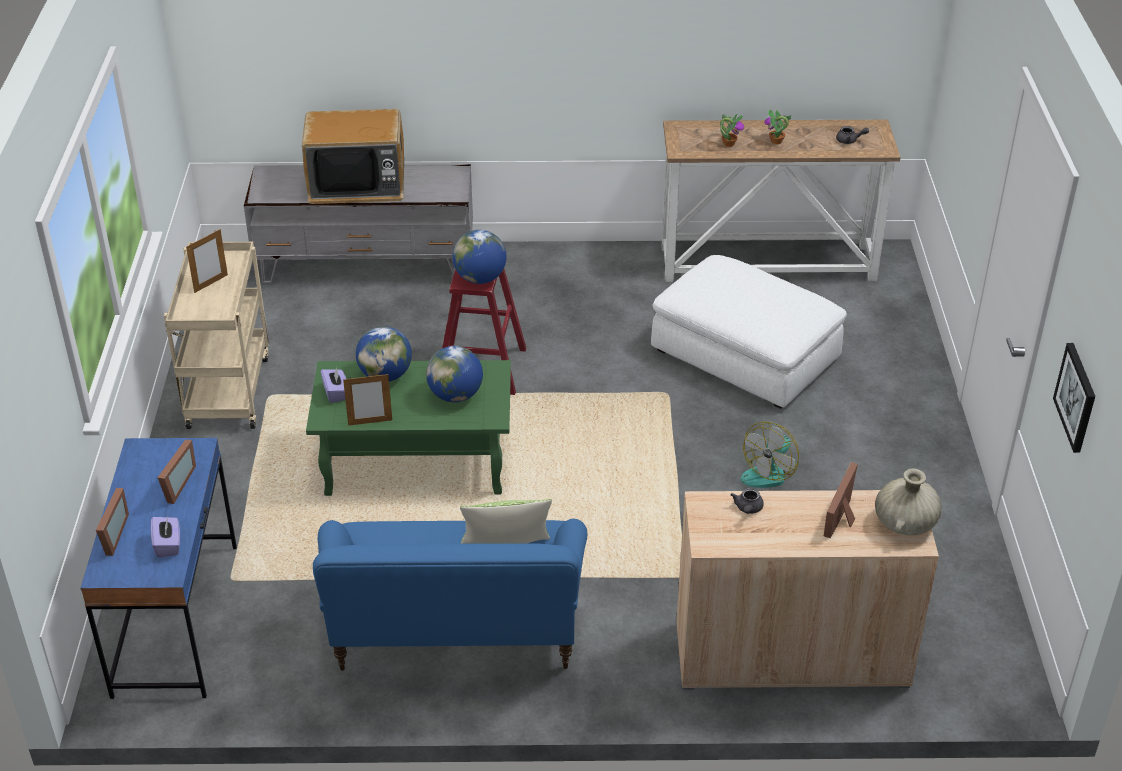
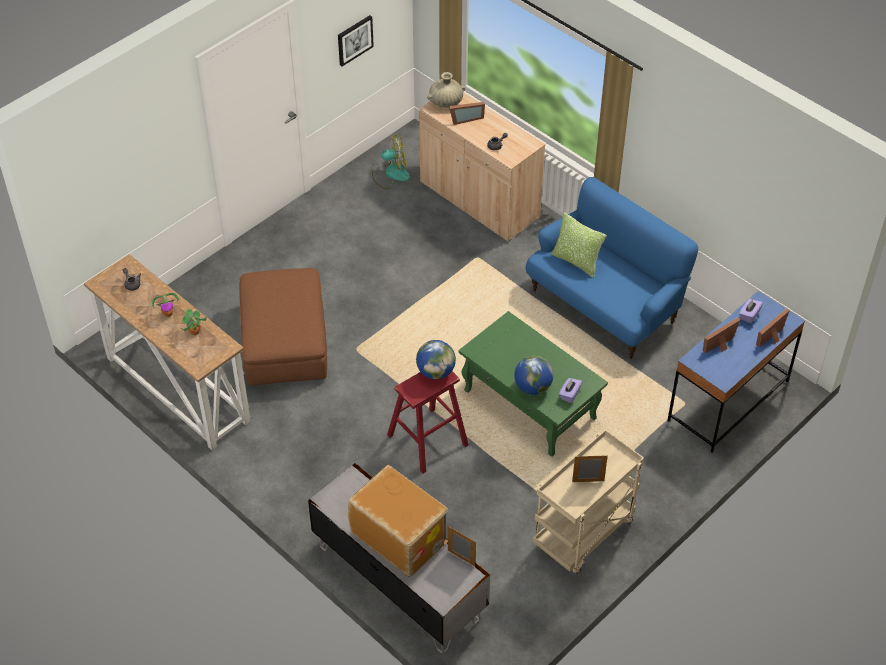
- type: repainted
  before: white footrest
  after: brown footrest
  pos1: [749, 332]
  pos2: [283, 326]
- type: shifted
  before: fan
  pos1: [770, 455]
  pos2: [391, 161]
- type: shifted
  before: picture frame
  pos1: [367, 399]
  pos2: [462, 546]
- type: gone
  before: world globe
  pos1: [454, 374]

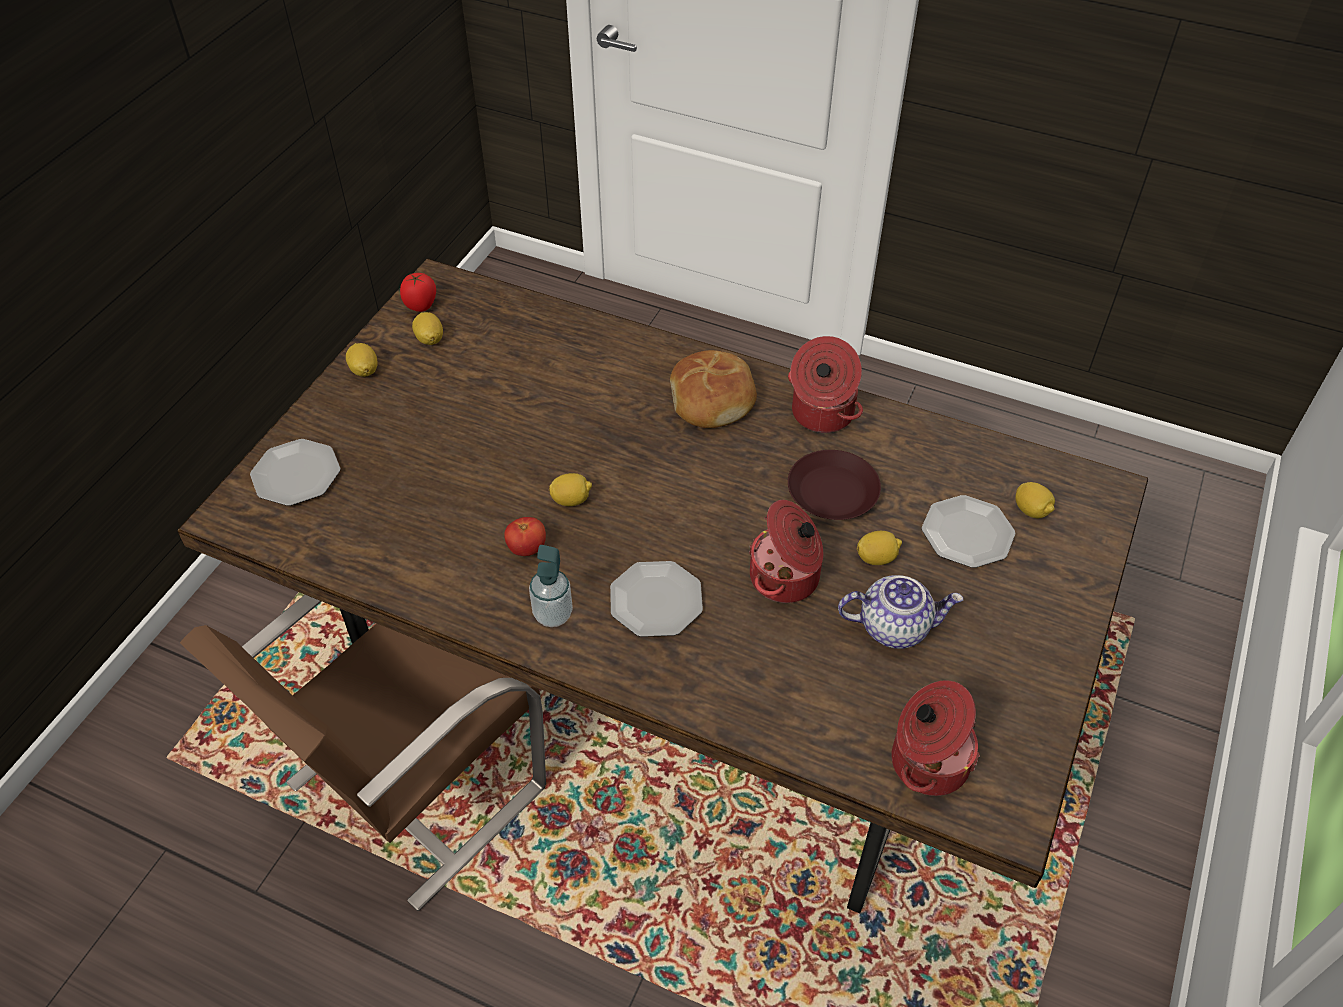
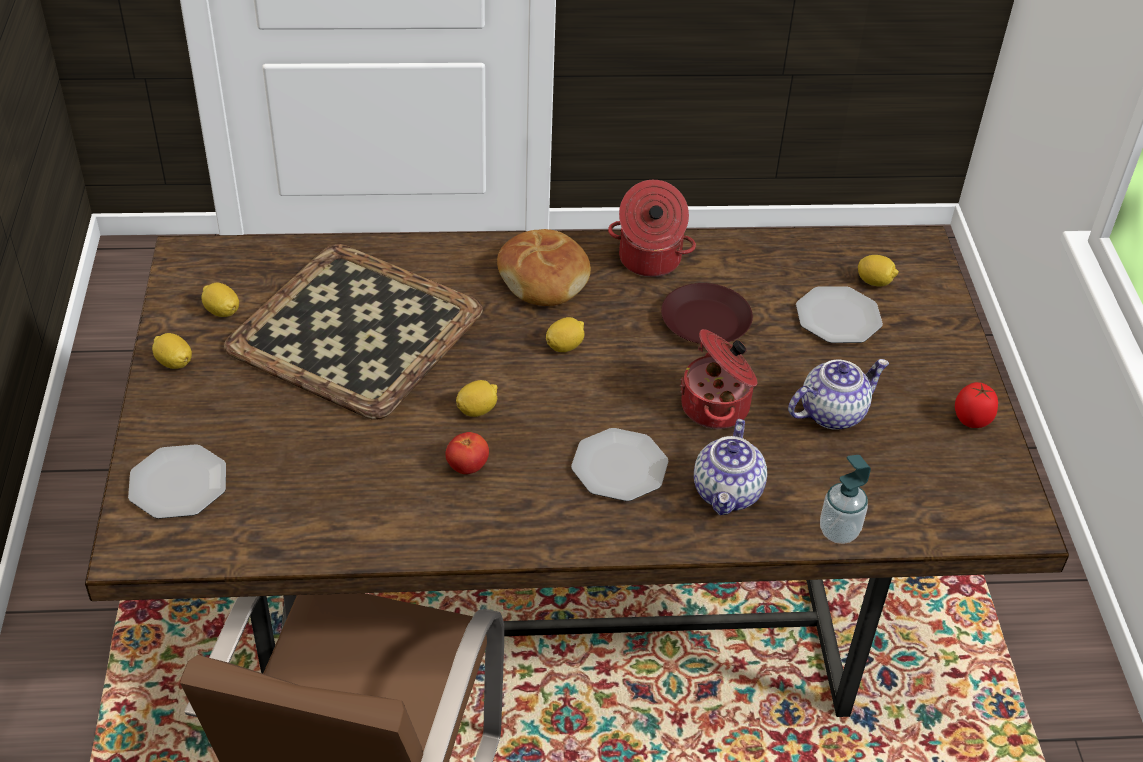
- type: new
  after: serving tray
  pos2: [353, 332]
- type: shifted
  before: whole lemon
  pos1: [879, 548]
  pos2: [565, 334]
- type: new
  after: pot for tea
  pos2: [730, 467]
- type: shifted
  before: soap dispenser
  pos1: [551, 586]
  pos2: [845, 499]
- type: shifted
  before: fresh tomato
  pos1: [418, 292]
  pos2: [976, 405]
- type: gone
  before: stockpot
  pos1: [936, 738]

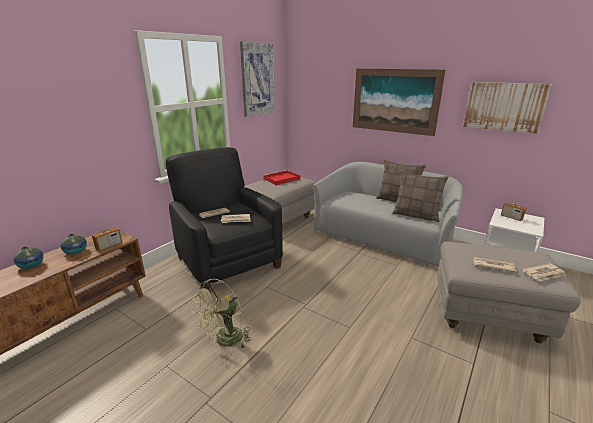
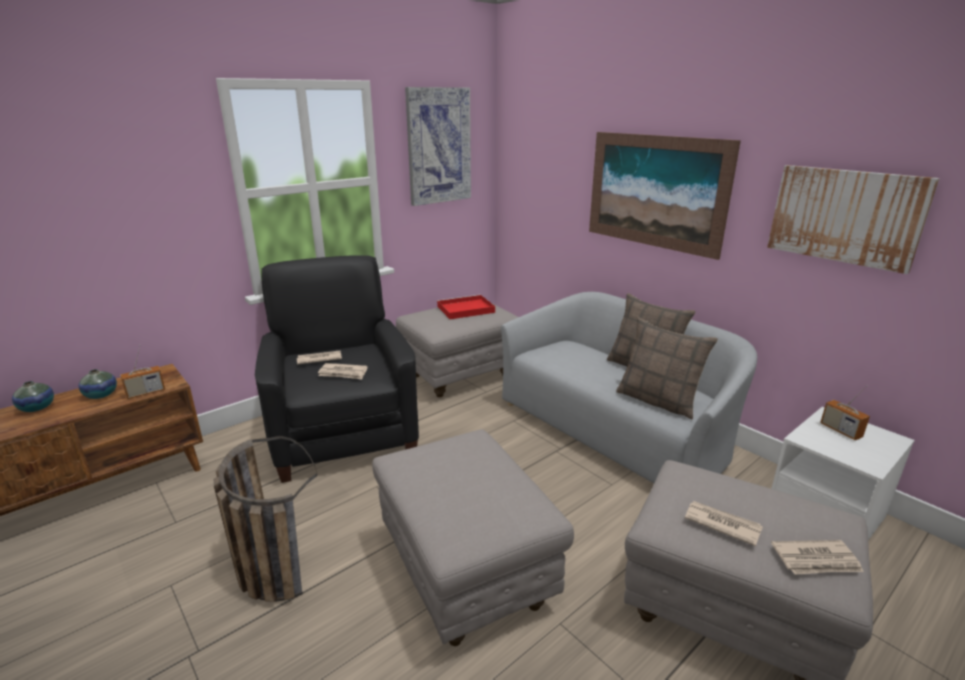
- type: swapped
  before: green fan
  after: household basket
  pos1: [221, 313]
  pos2: [266, 519]
- type: new
  after: grey footrest
  pos2: [473, 537]

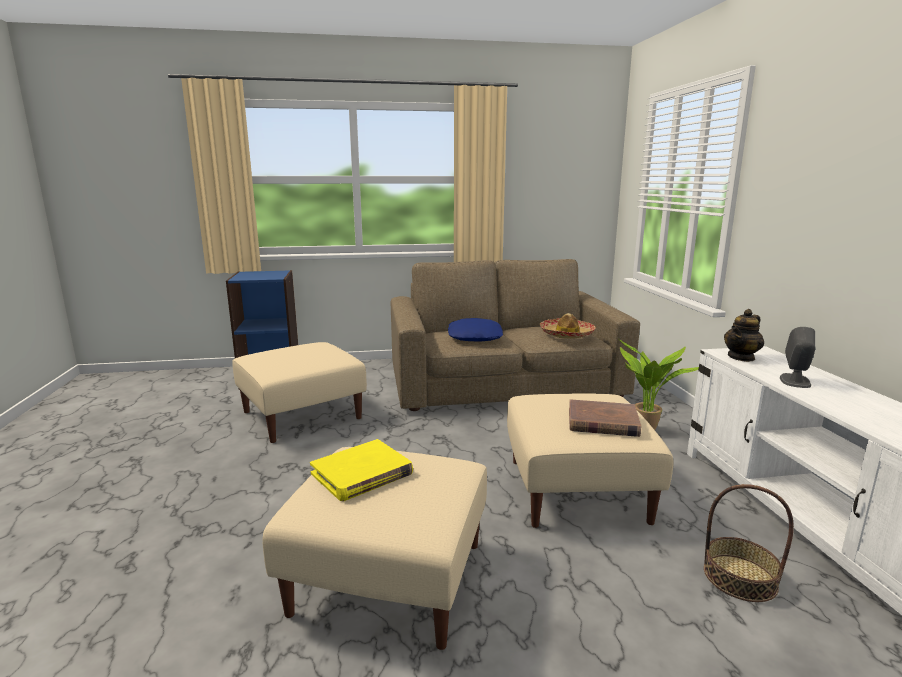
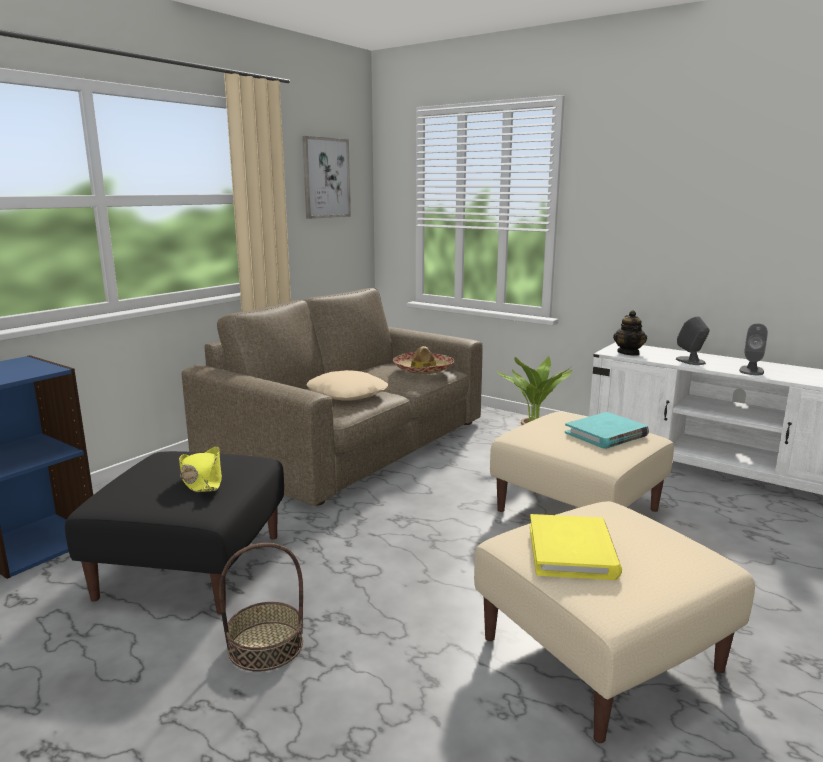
- type: repainted
  before: beige-coloured footrest
  after: blackish footrest
  pos1: [300, 392]
  pos2: [174, 533]
- type: new
  after: yellowish clothing hat
  pos2: [200, 469]
- type: shifted
  before: household basket
  pos1: [749, 543]
  pos2: [261, 607]
- type: new
  after: wall art
  pos2: [326, 177]
- type: repainted
  before: blue cushion
  after: beige-coloured cushion
  pos1: [475, 330]
  pos2: [347, 385]
- type: repainted
  before: brown bound book
  after: turquoise-coloured bound book
  pos1: [605, 418]
  pos2: [607, 430]
- type: new
  after: grey speaker
  pos2: [753, 349]

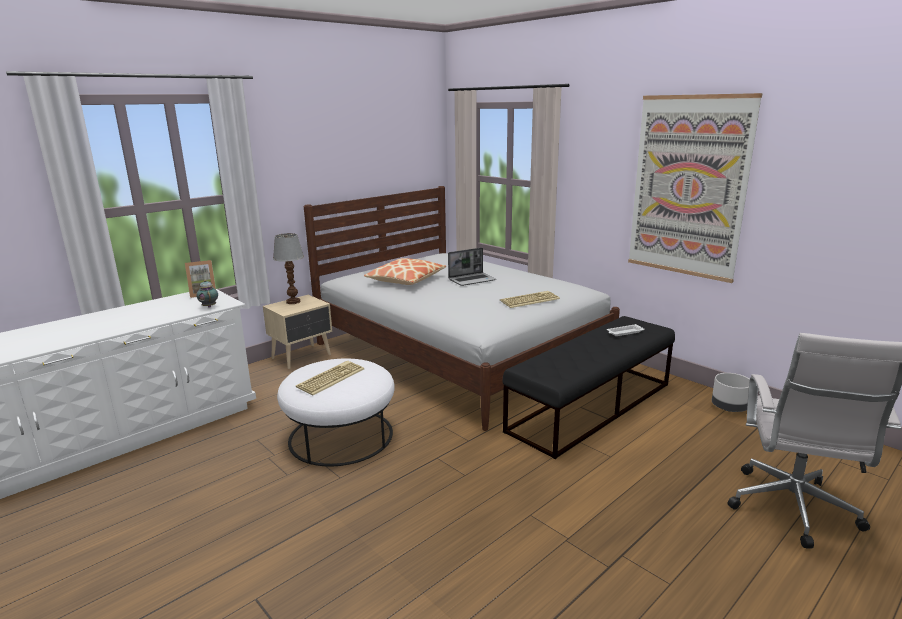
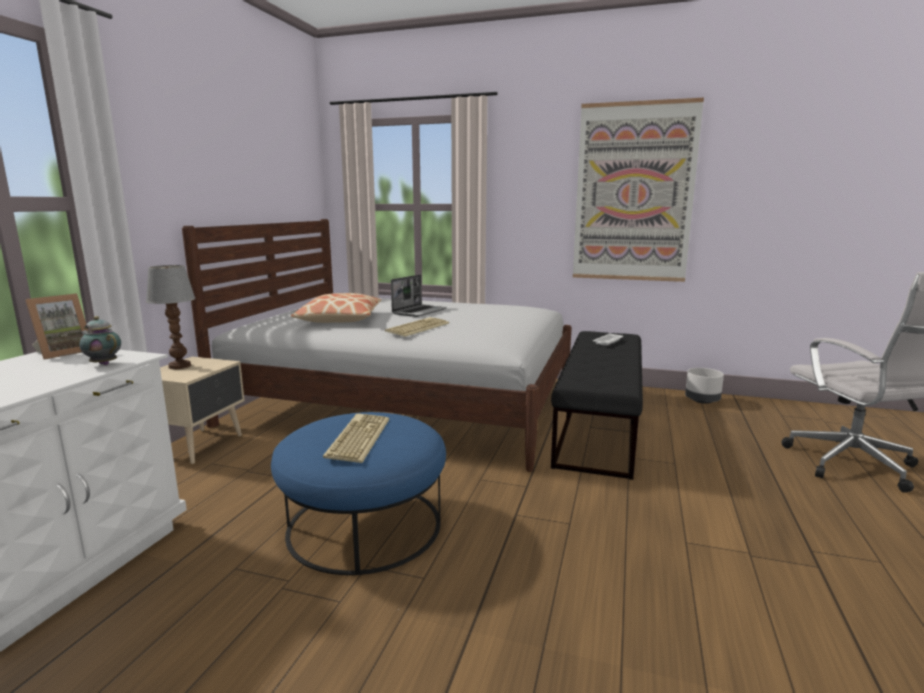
- type: repainted
  before: white footrest
  after: blue footrest
  pos1: [336, 412]
  pos2: [358, 493]
- type: shifted
  before: computer keyboard
  pos1: [530, 299]
  pos2: [417, 327]

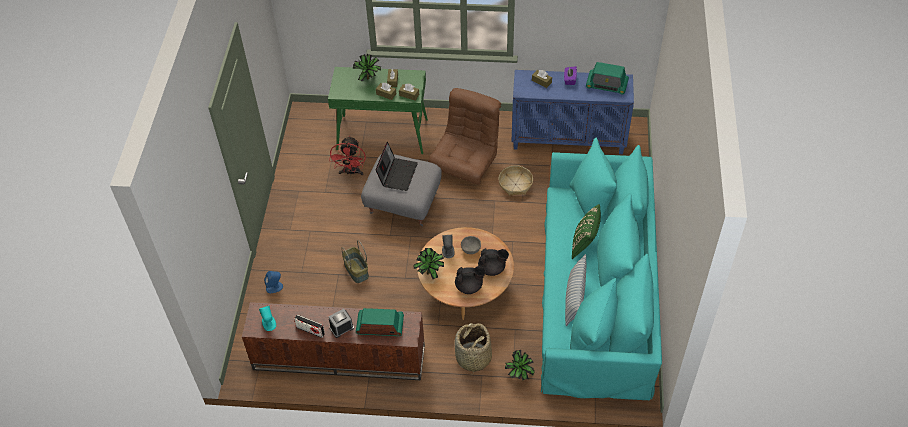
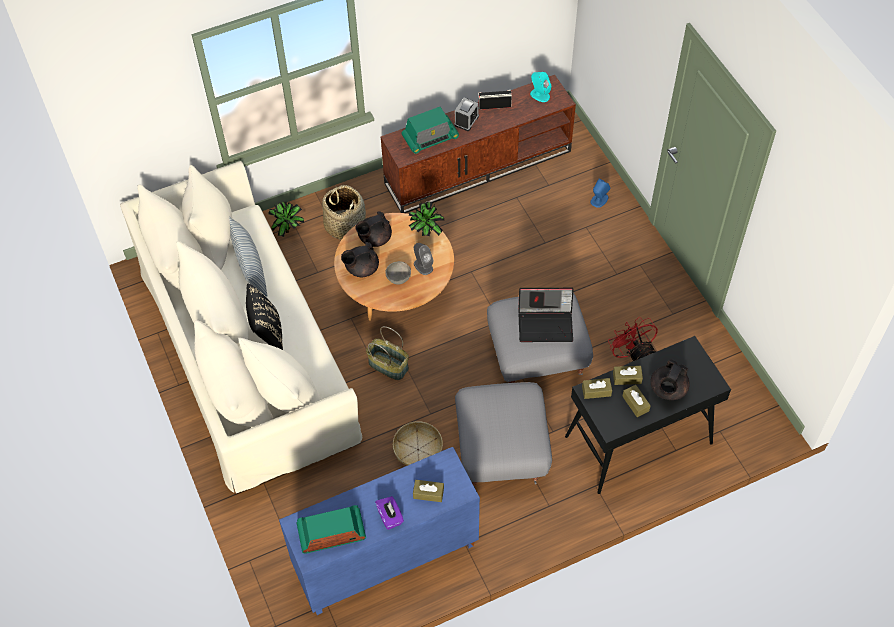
- type: repainted
  before: turquoise-coloured settee
  after: beige-coloured settee
  pos1: [601, 269]
  pos2: [241, 327]
- type: repainted
  before: green cushion
  after: blackish cushion
  pos1: [586, 231]
  pos2: [264, 317]
- type: shifted
  before: household basket
  pos1: [355, 261]
  pos2: [387, 353]
- type: swapped
  before: brown lounge chair
  after: grey footrest
  pos1: [464, 136]
  pos2: [503, 435]
- type: rotated
  before: portable computer
  pos1: [396, 166]
  pos2: [546, 315]
  turn: -75
- type: repainted
  before: green console table
  after: blackish console table
  pos1: [378, 110]
  pos2: [648, 415]
- type: swapped
  before: houseplant
  after: blackish pot for tea
  pos1: [367, 68]
  pos2: [670, 380]

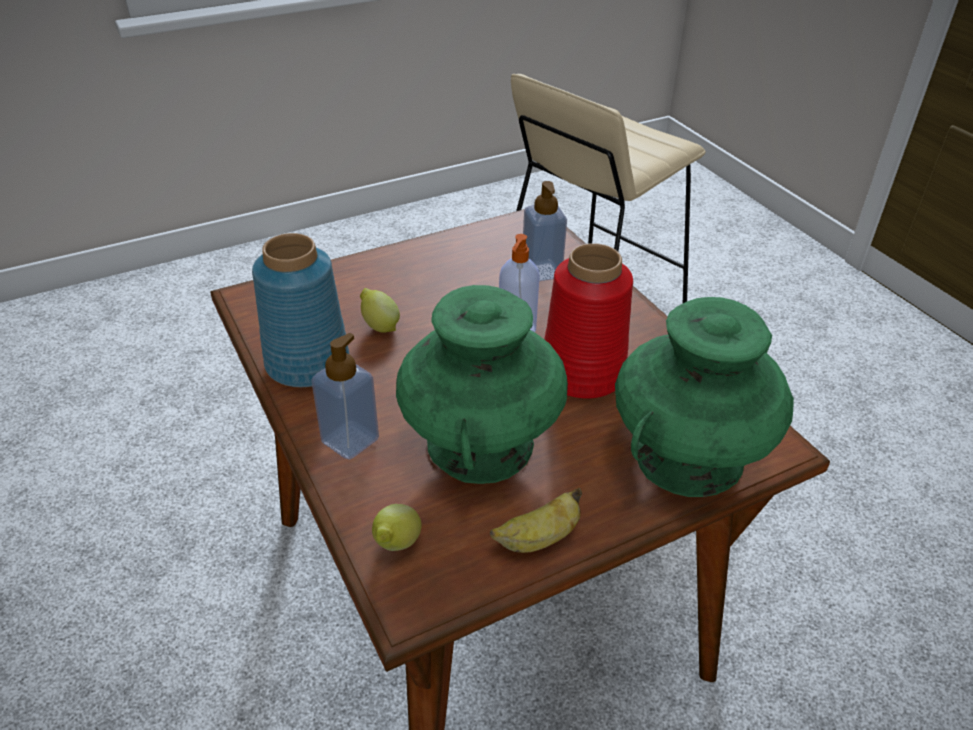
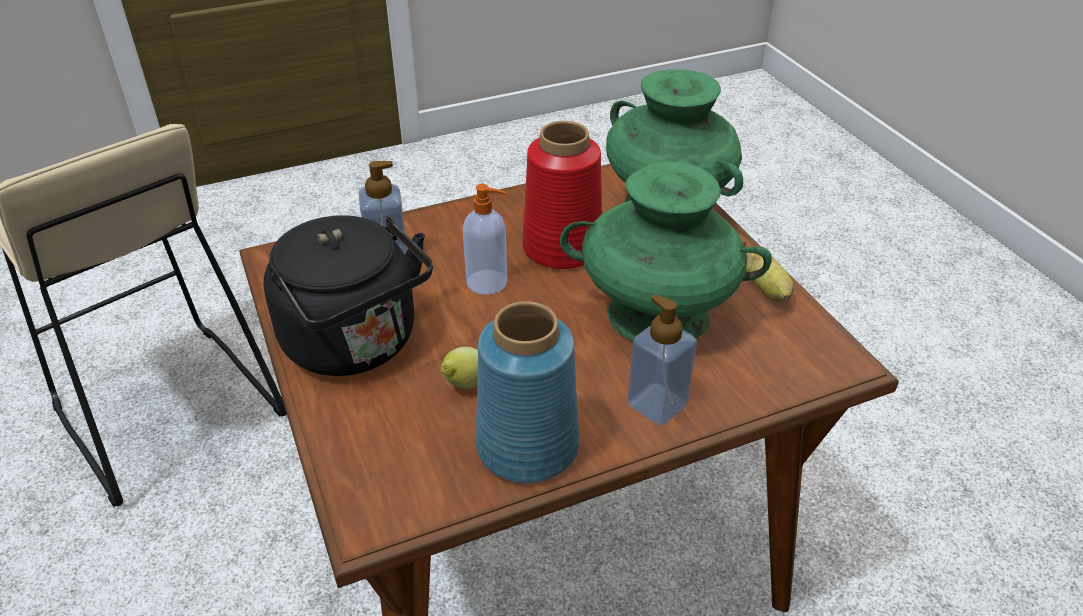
- type: new
  after: blackish kettle
  pos2: [348, 295]
- type: gone
  before: whole lemon
  pos1: [396, 527]

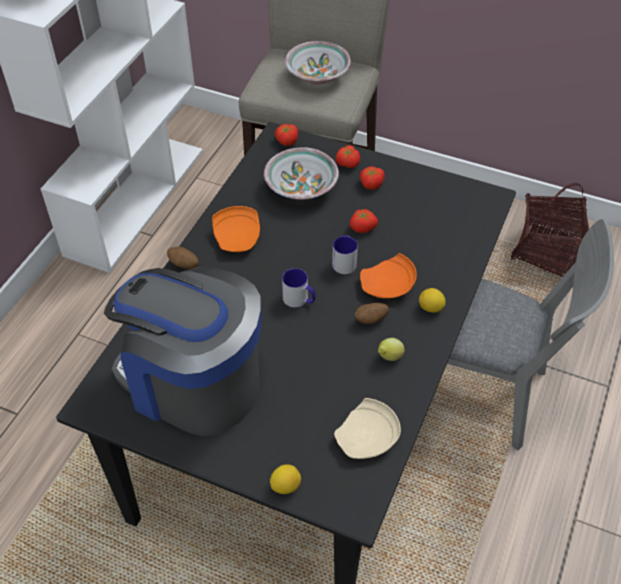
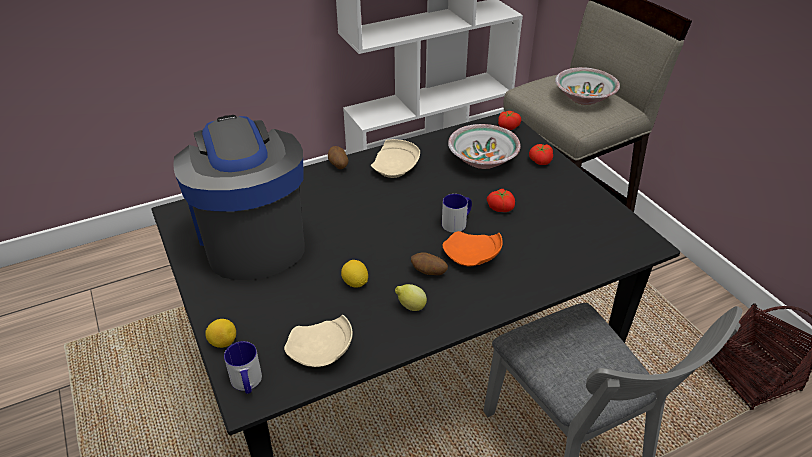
- type: shifted
  before: mug
  pos1: [299, 288]
  pos2: [243, 367]
- type: shifted
  before: whole lemon
  pos1: [432, 300]
  pos2: [354, 274]
- type: repainted
  before: orangey plate
  after: beige-coloured plate
  pos1: [236, 229]
  pos2: [395, 158]
- type: gone
  before: fresh tomato
  pos1: [372, 178]

